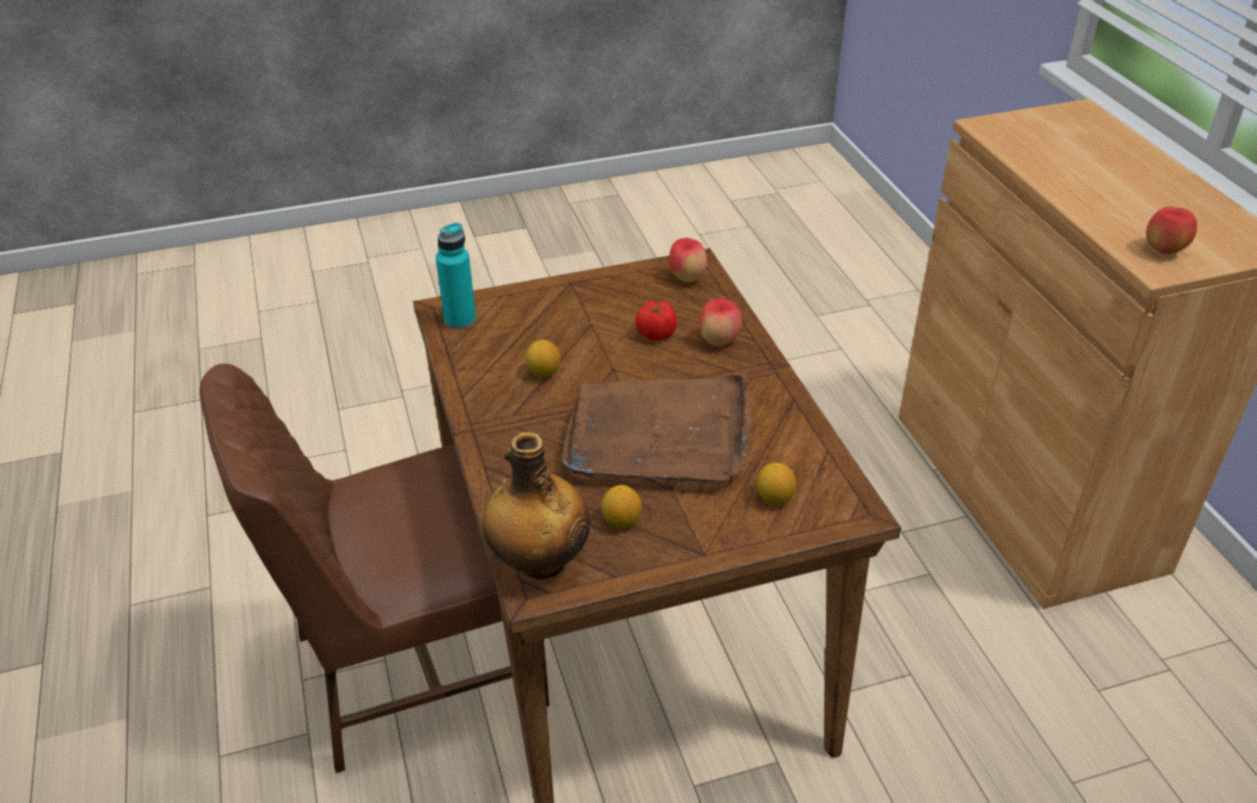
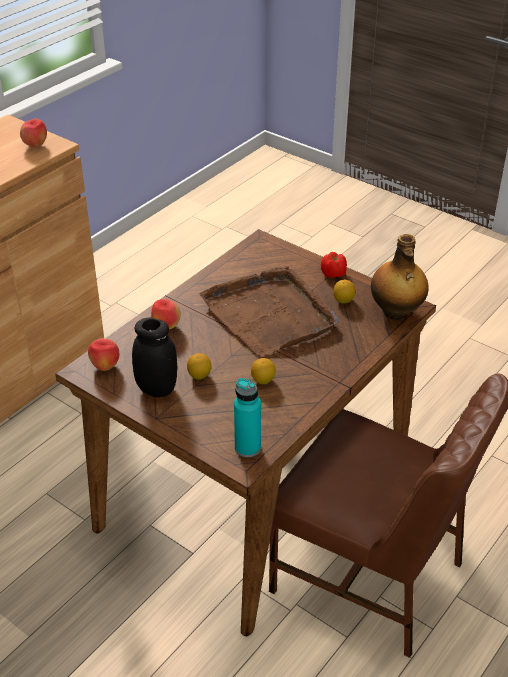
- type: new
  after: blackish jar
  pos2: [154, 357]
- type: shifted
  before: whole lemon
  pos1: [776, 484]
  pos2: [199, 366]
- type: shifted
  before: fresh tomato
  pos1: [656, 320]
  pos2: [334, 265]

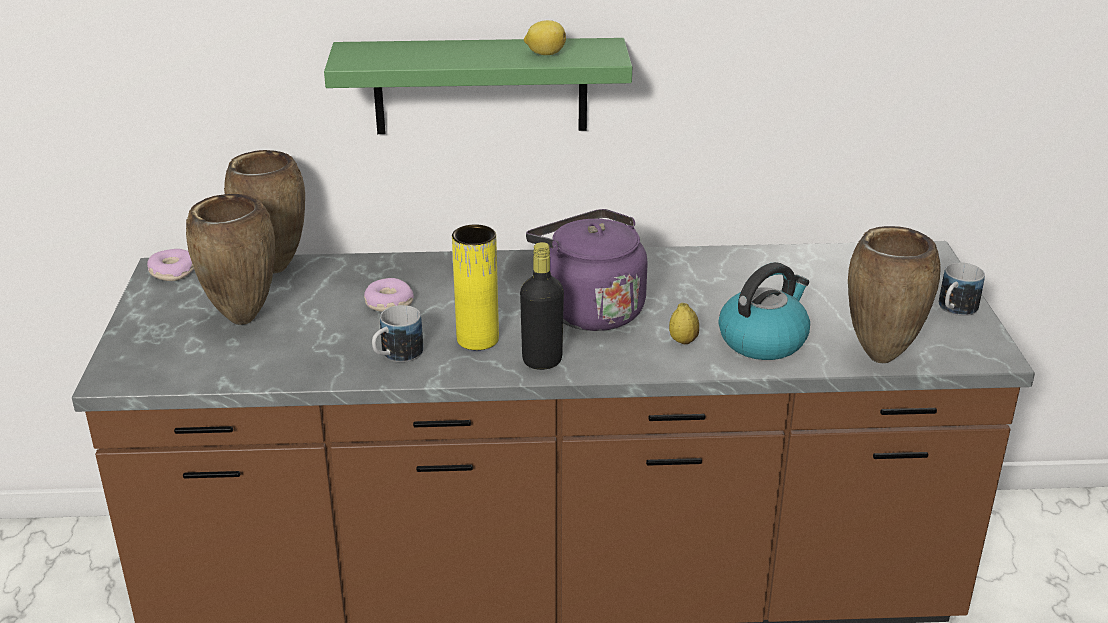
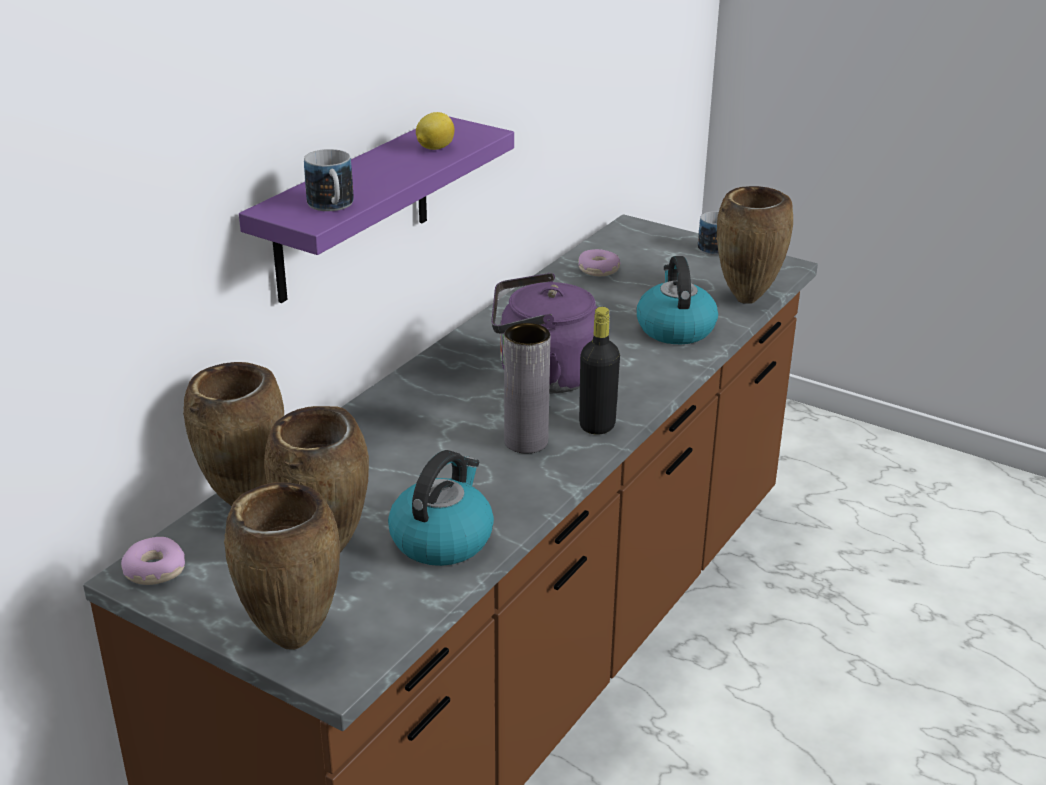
- type: new
  after: brown vase
  pos2: [282, 566]
- type: repainted
  before: green shelf
  after: purple-coloured shelf
  pos1: [478, 86]
  pos2: [376, 210]
- type: shifted
  before: mug
  pos1: [397, 333]
  pos2: [329, 180]
- type: new
  after: kettle
  pos2: [441, 508]
- type: repainted
  before: yellowish vase
  after: grey vase
  pos1: [475, 287]
  pos2: [527, 388]
- type: shifted
  before: doughnut
  pos1: [389, 295]
  pos2: [599, 262]
- type: gone
  before: whole lemon
  pos1: [684, 323]

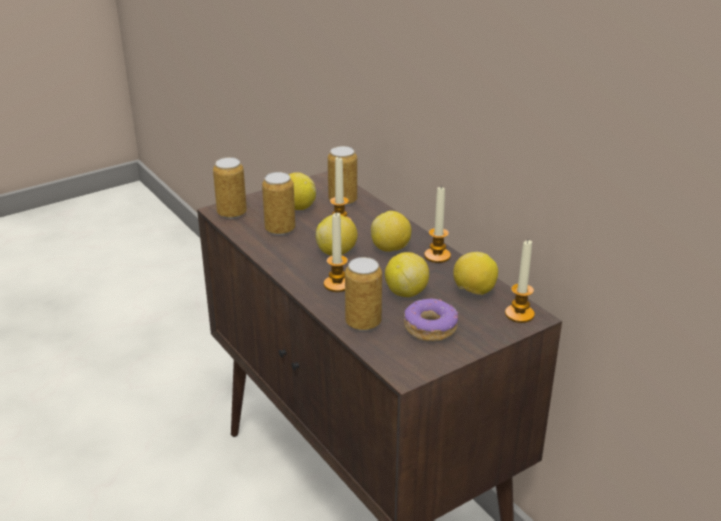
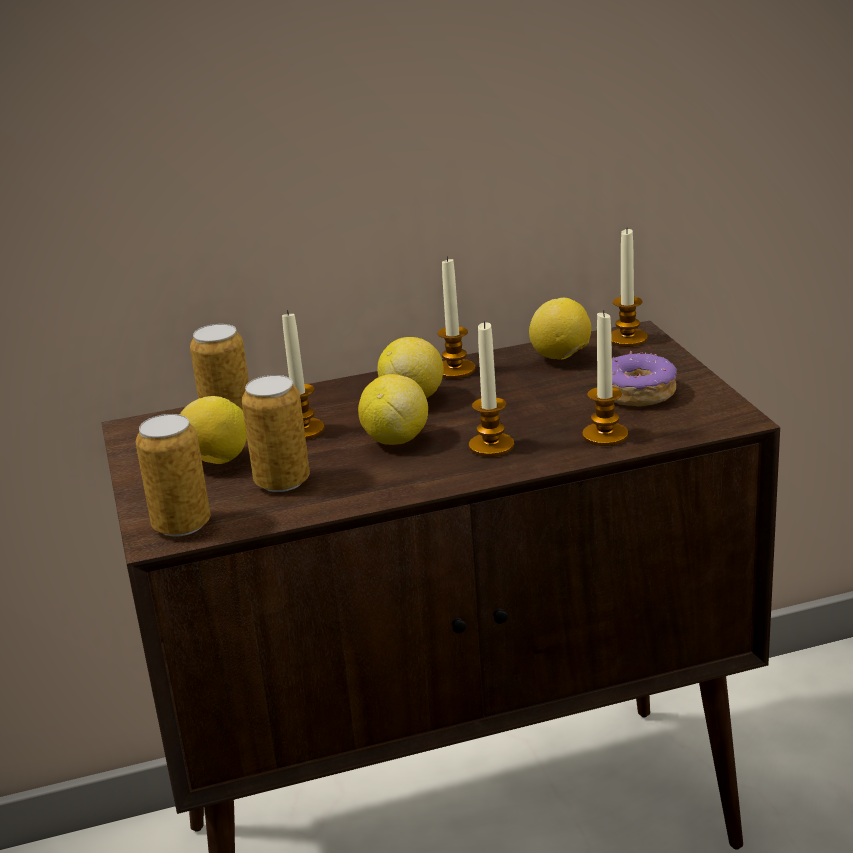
- type: swapped
  before: sealed can
  after: wax light
  pos1: [363, 294]
  pos2: [605, 378]
- type: gone
  before: whole lemon
  pos1: [407, 274]

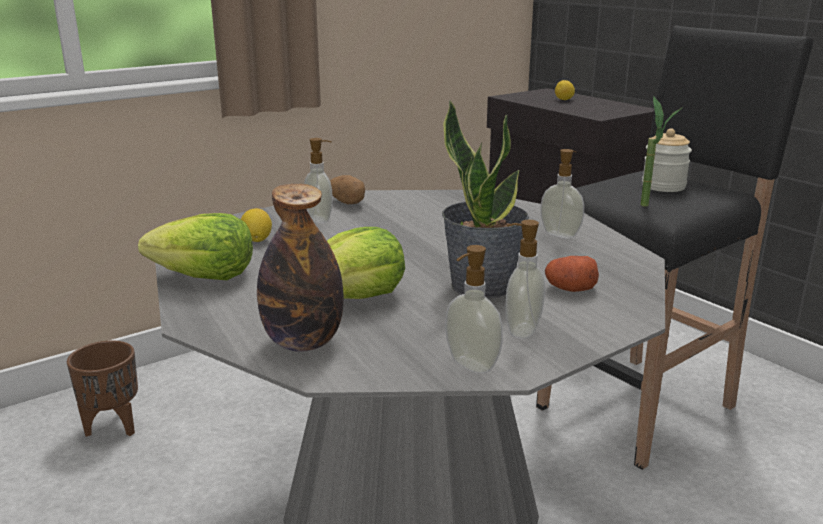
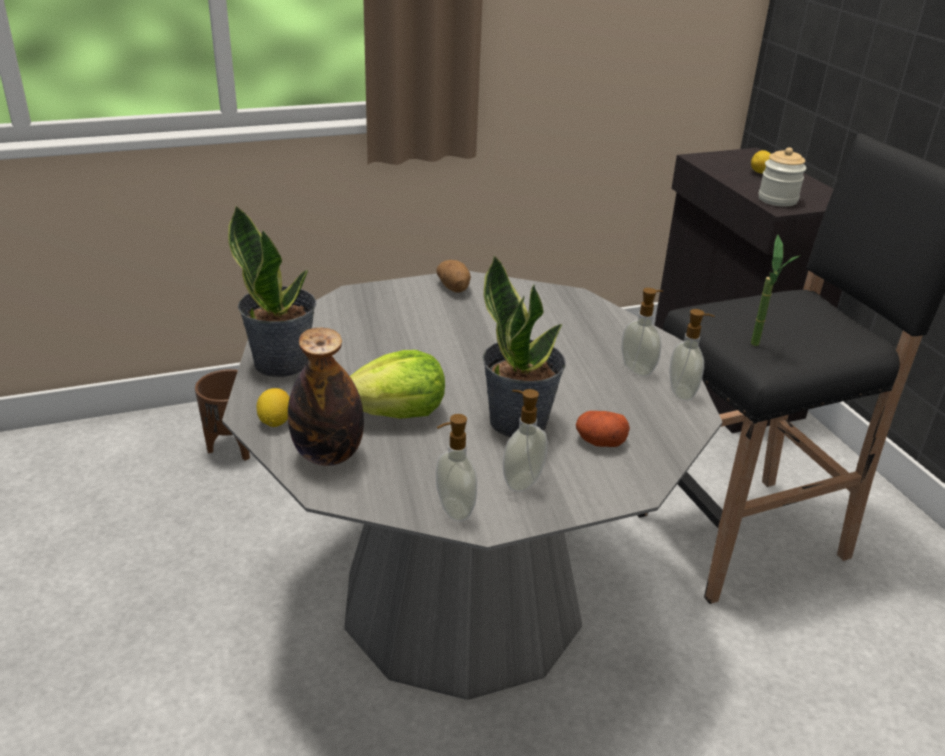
- type: swapped
  before: lettuce
  after: houseplant
  pos1: [195, 246]
  pos2: [272, 291]
- type: shifted
  before: whole lemon
  pos1: [256, 225]
  pos2: [273, 407]
- type: shifted
  before: soap dispenser
  pos1: [318, 180]
  pos2: [692, 355]
- type: shifted
  before: jar
  pos1: [667, 160]
  pos2: [782, 177]

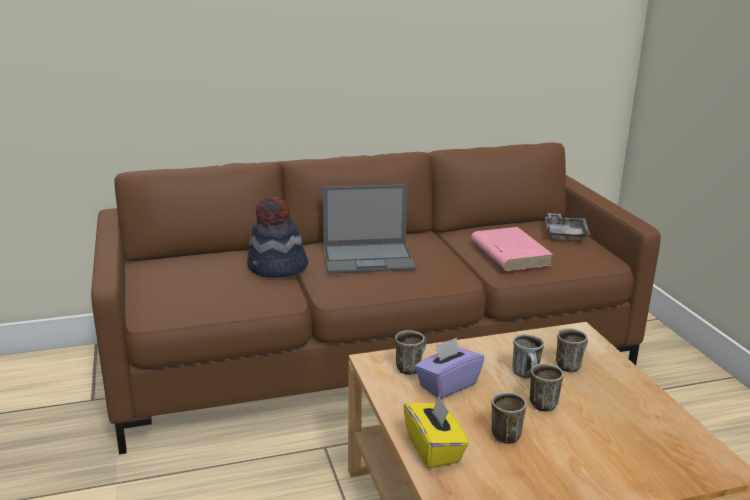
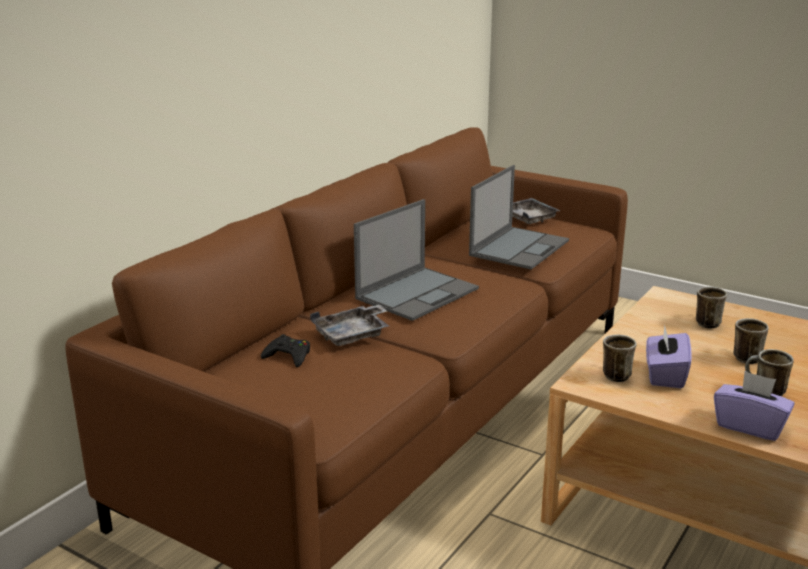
- type: new
  after: blackish joypad
  pos2: [285, 350]
- type: swapped
  before: clothing hat
  after: grey serving tray
  pos1: [277, 237]
  pos2: [349, 325]
- type: swapped
  before: pink bound book
  after: portable computer
  pos1: [512, 249]
  pos2: [519, 217]
- type: repainted
  before: yellowish box of tissues
  after: purple-coloured box of tissues
  pos1: [436, 432]
  pos2: [754, 406]
- type: gone
  before: mug
  pos1: [528, 356]

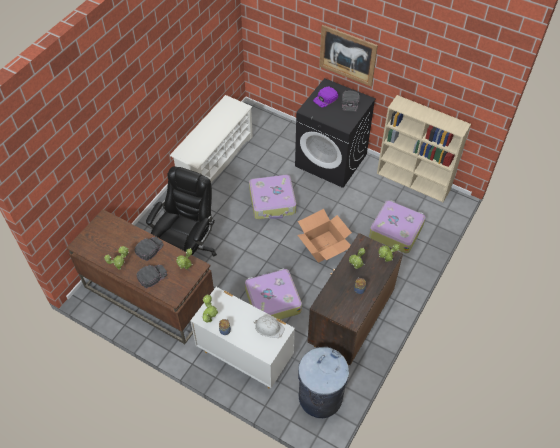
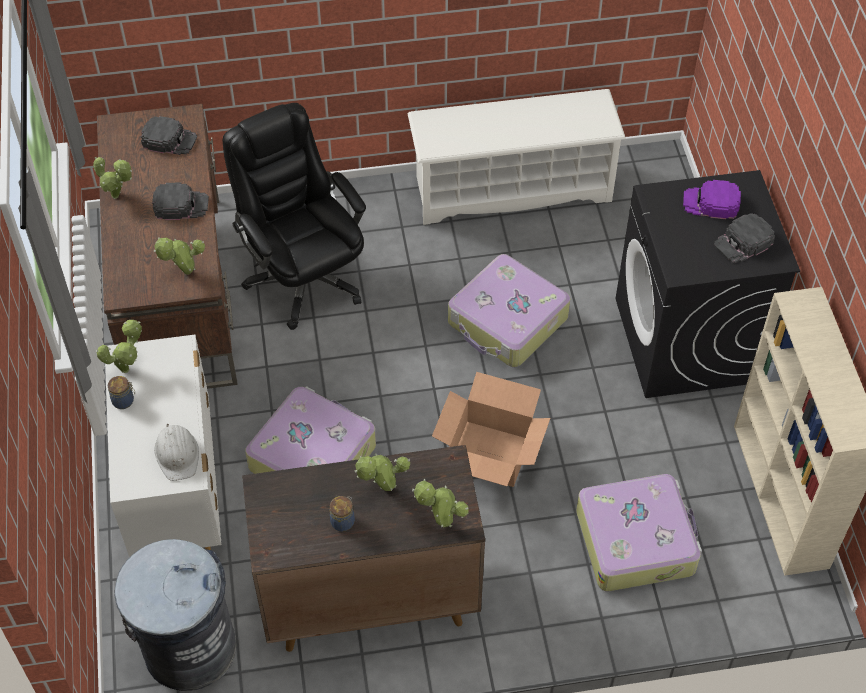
- type: shifted
  before: blackish peaked cap
  pos1: [151, 276]
  pos2: [169, 135]
- type: rotated
  before: blackish office chair
  pos1: [181, 211]
  pos2: [294, 216]
  turn: -105
- type: gone
  before: wall art
  pos1: [348, 56]

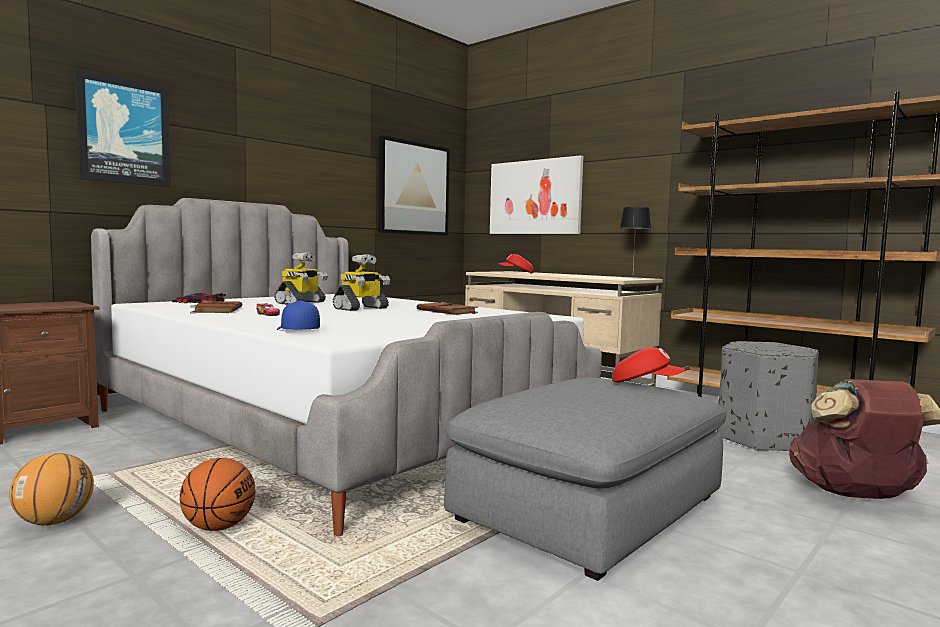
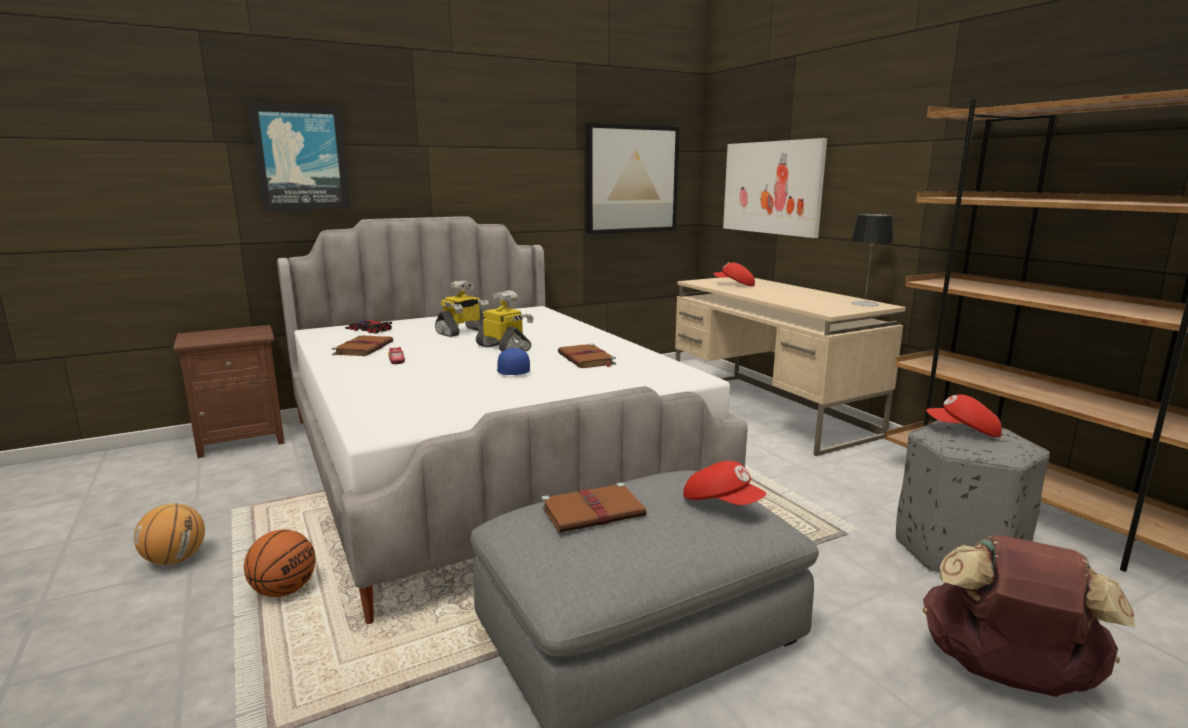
- type: rotated
  before: model robot
  pos1: [361, 283]
  pos2: [505, 321]
  turn: -105
- type: shifted
  before: blue peaked cap
  pos1: [298, 315]
  pos2: [513, 361]
- type: new
  after: brown bound book
  pos2: [594, 507]
- type: new
  after: red peaked cap
  pos2: [964, 415]

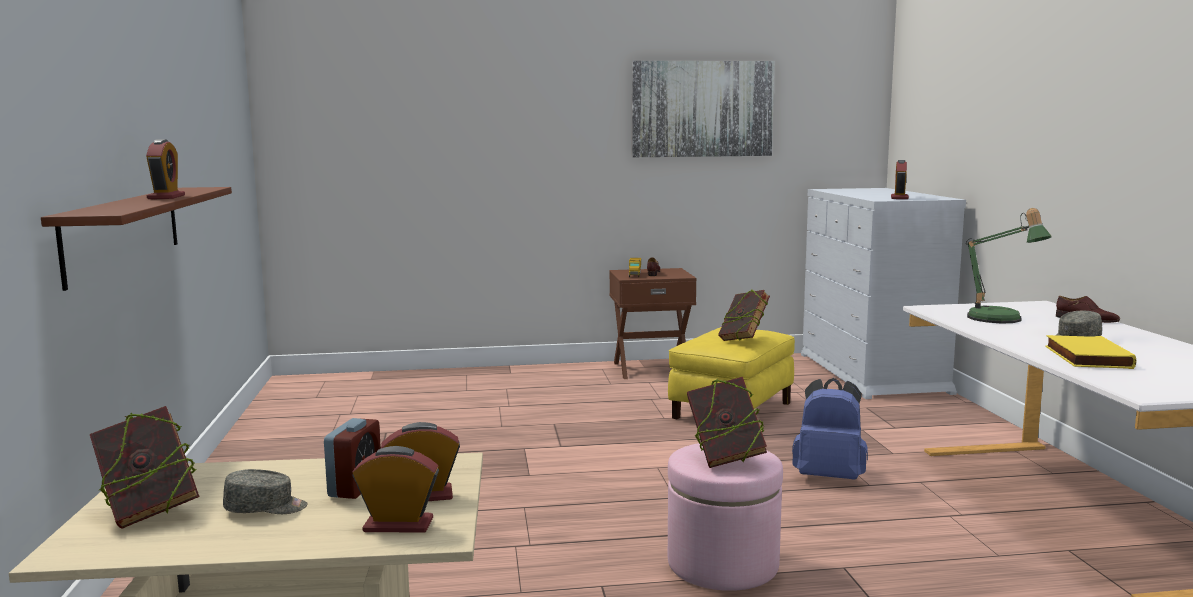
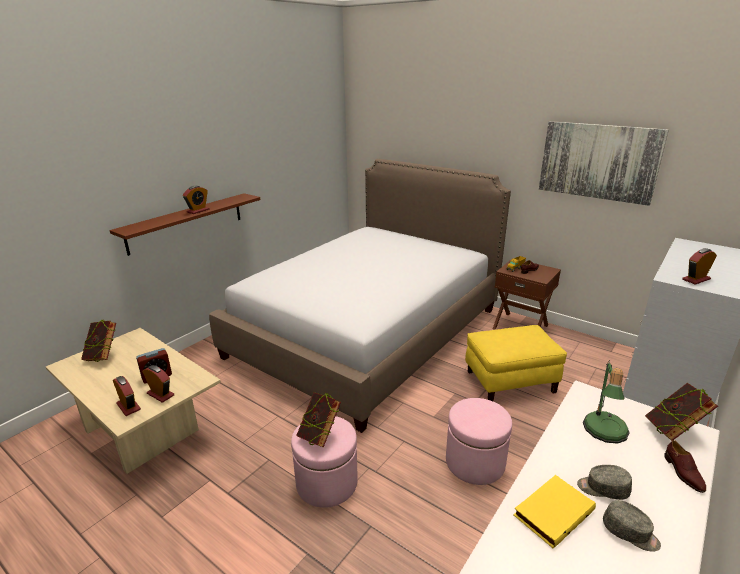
- type: new
  after: bedroom bed
  pos2: [360, 296]
- type: swapped
  before: blue rucksack
  after: pink footrest
  pos1: [830, 429]
  pos2: [479, 441]
- type: shifted
  before: grey peaked cap
  pos1: [265, 491]
  pos2: [632, 526]
- type: shifted
  before: bound book
  pos1: [744, 315]
  pos2: [681, 412]

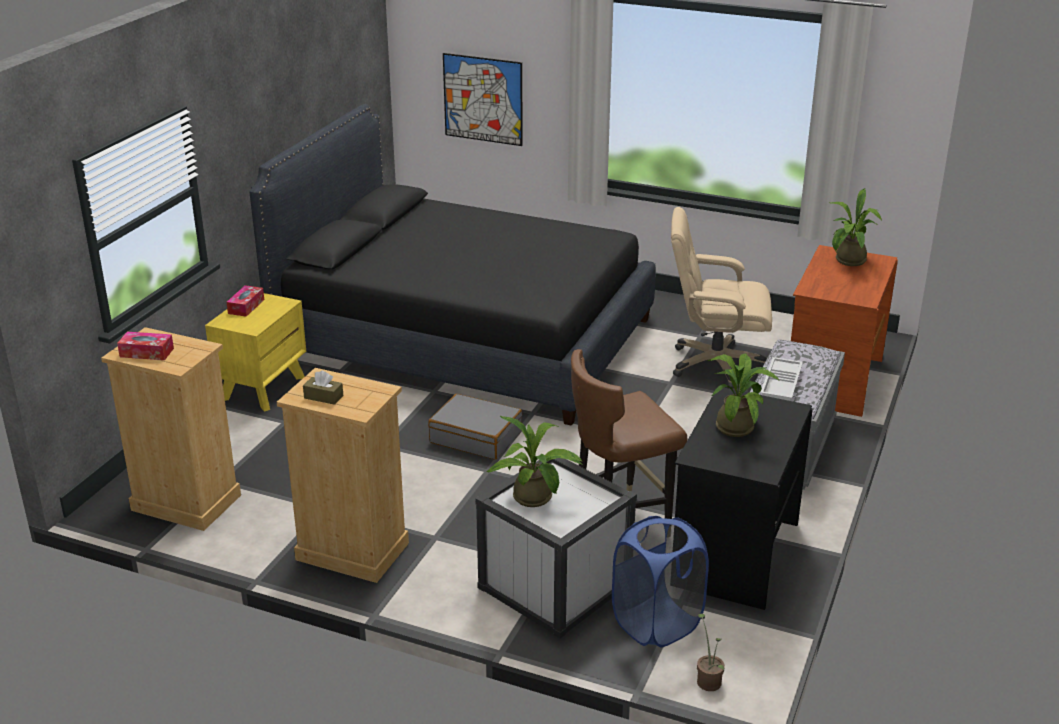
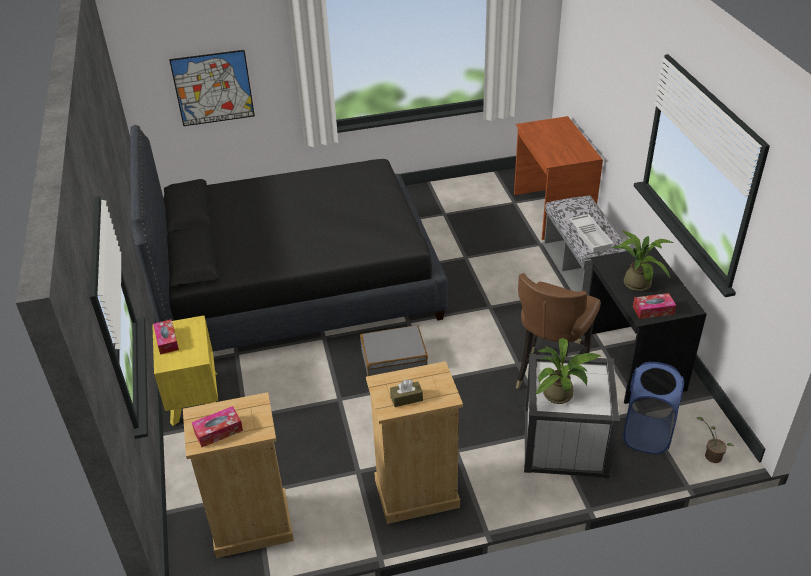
- type: new
  after: box of tissues
  pos2: [654, 306]
- type: gone
  before: beige-coloured office chair
  pos1: [721, 298]
- type: gone
  before: houseplant
  pos1: [855, 227]

